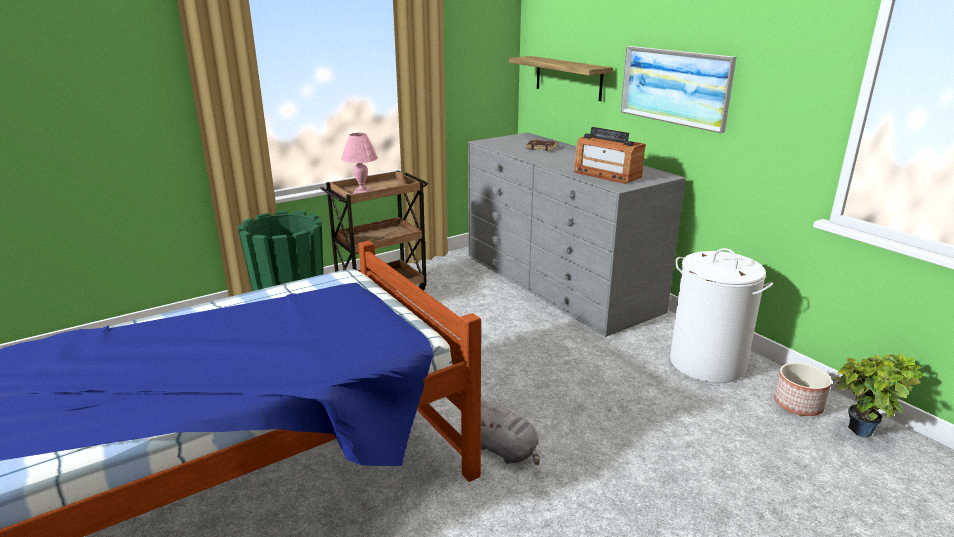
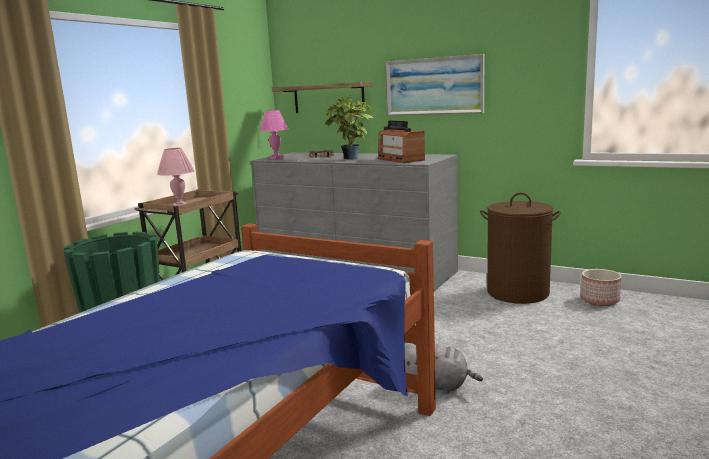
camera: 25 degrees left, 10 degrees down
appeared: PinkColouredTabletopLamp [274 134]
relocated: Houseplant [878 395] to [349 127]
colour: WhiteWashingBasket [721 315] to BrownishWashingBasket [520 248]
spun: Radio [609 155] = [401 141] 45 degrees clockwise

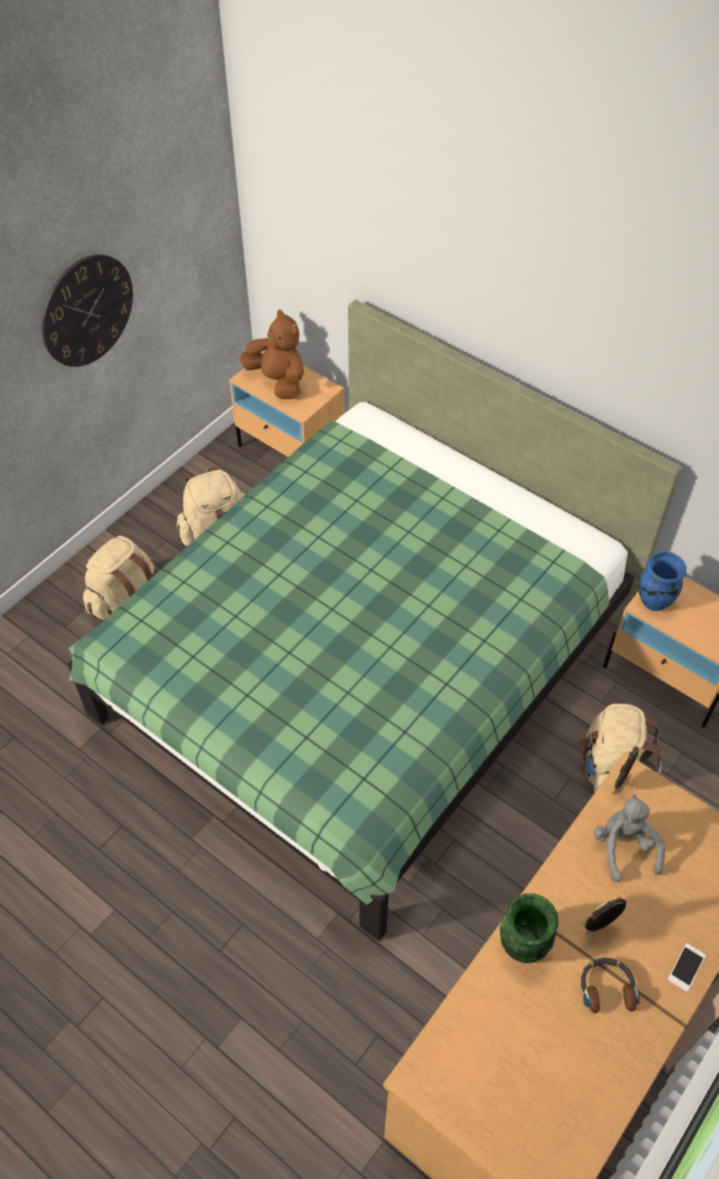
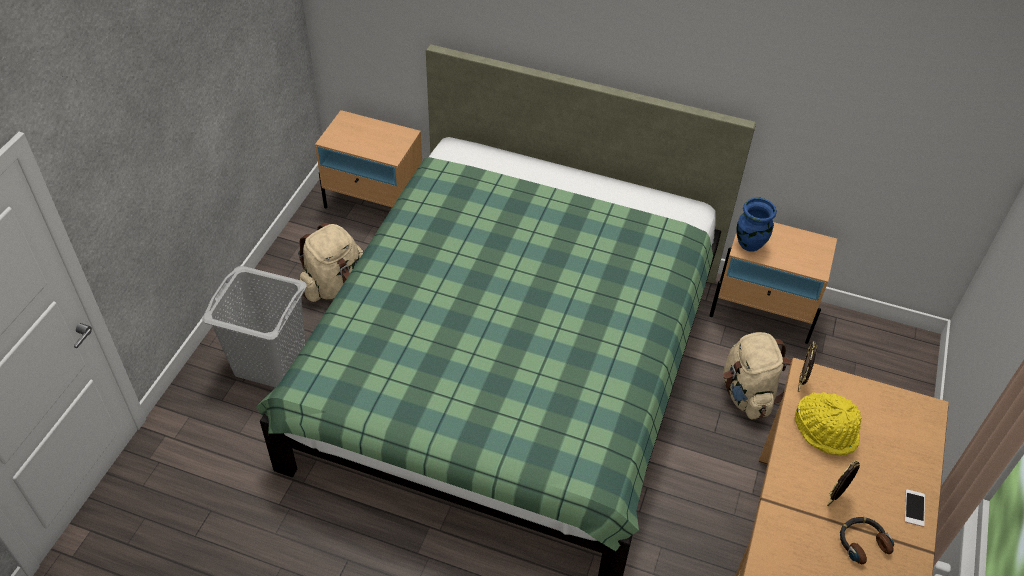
camera: 20 degrees left, 5 degrees down
missing: ClockOnTheWall [87 310]; BrownishCuddlyToy [272 354]; GreenishVase [529 928]
exchanged: SandColouredKnapsack [118 578] to GrayWashingBasket [254 326]; GrayCuddlyToy [629 838] to YellowColouredClothingHat [828 423]

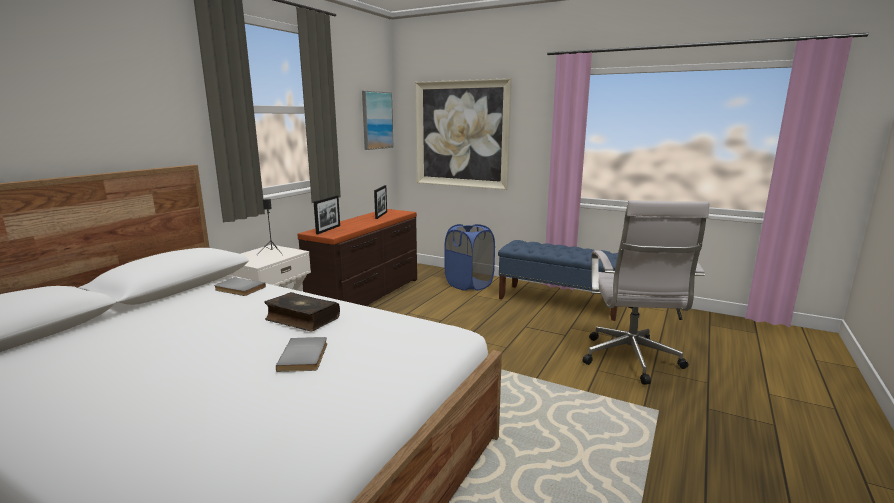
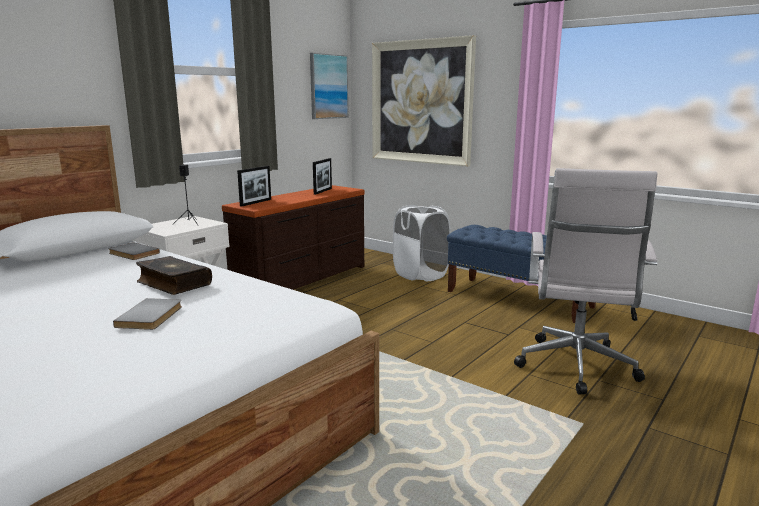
camera: 10 degrees right, 0 degrees up
colour: BluishWashingBasket [469 257] to WhiteWashingBasket [422 243]

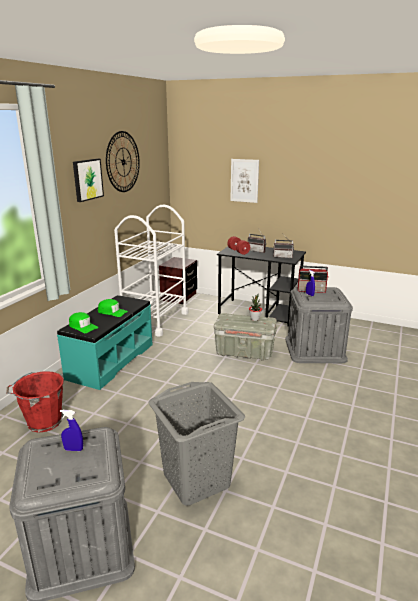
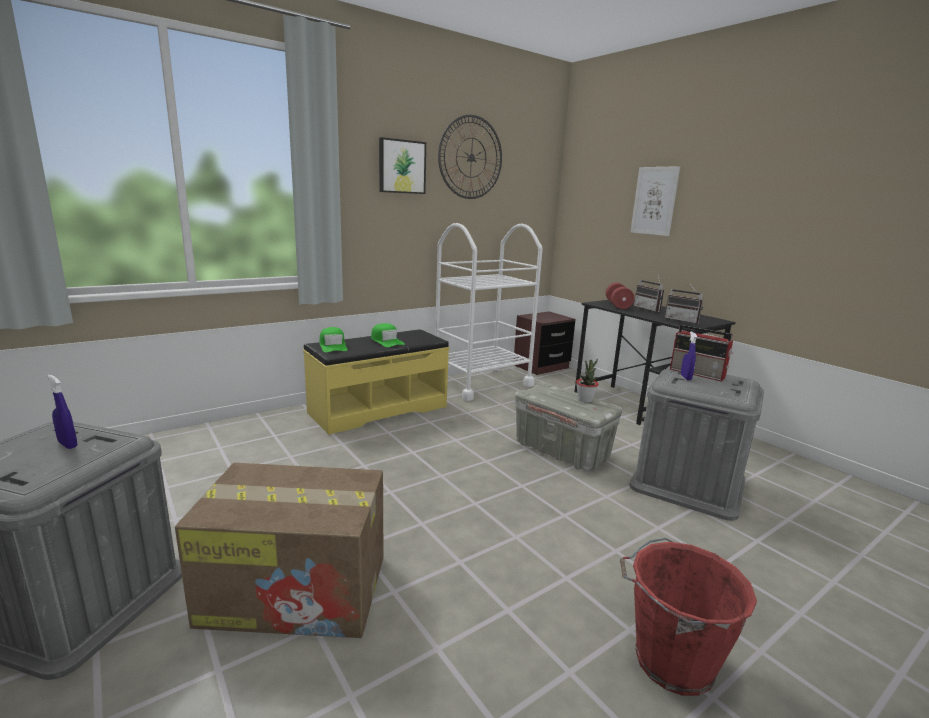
camera: 30 degrees right, 5 degrees down
relocated: ReddishWaterBucket [35 402] to [688 617]
exchanged: GrayWashingBasket [197 444] to CardboardBox [279 550]
colour: BlueGreenBench [105 342] to YellowColouredBench [376 382]

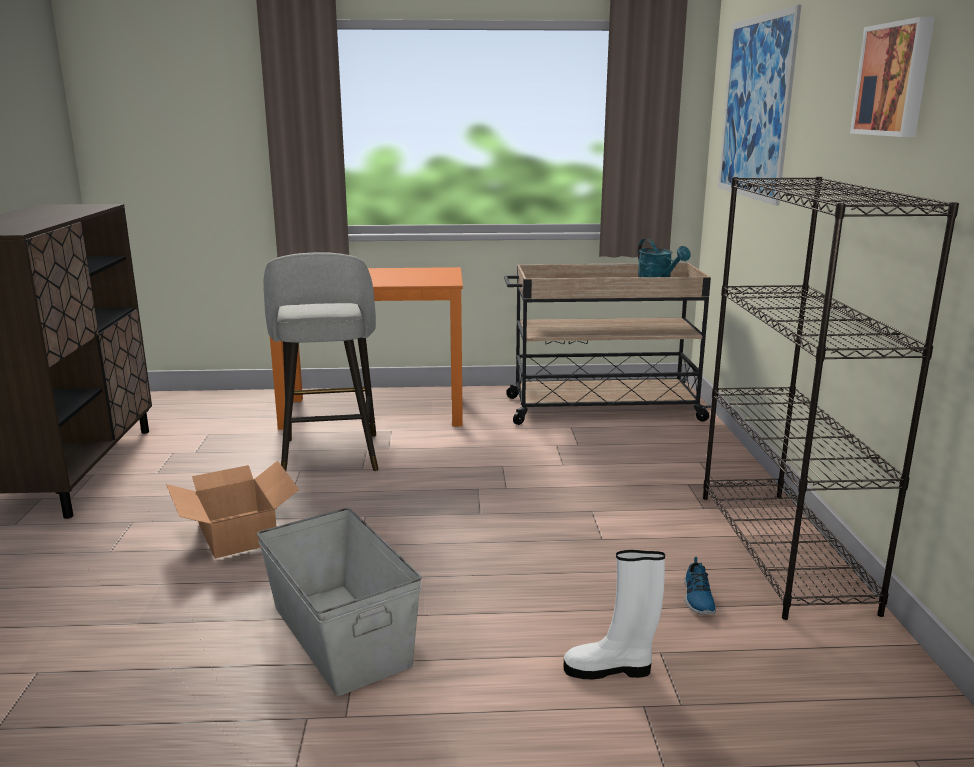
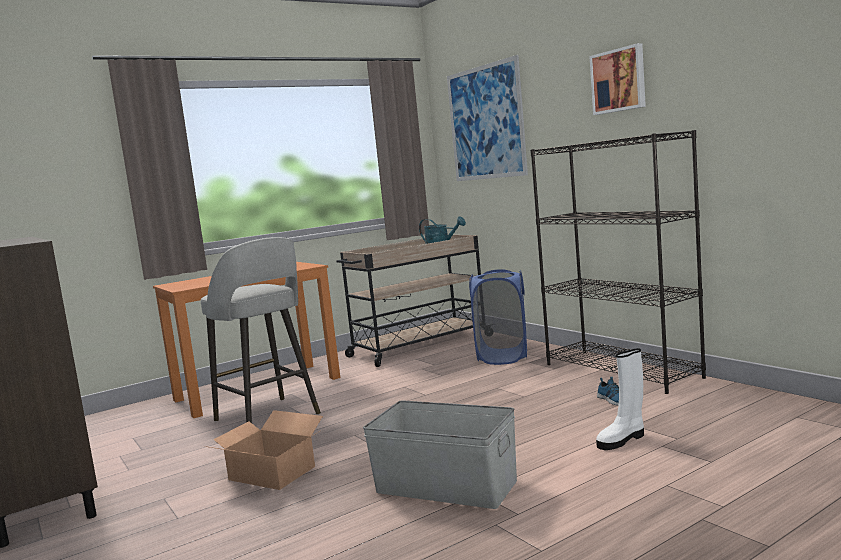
camera: 30 degrees left, 10 degrees down
appeared: BluishWashingBasket [498 317]

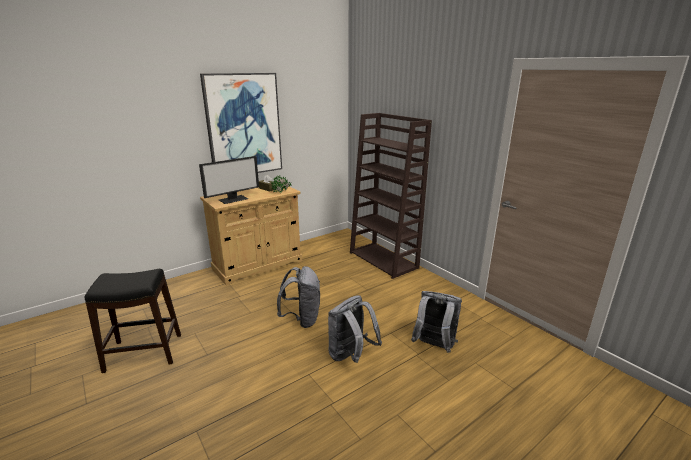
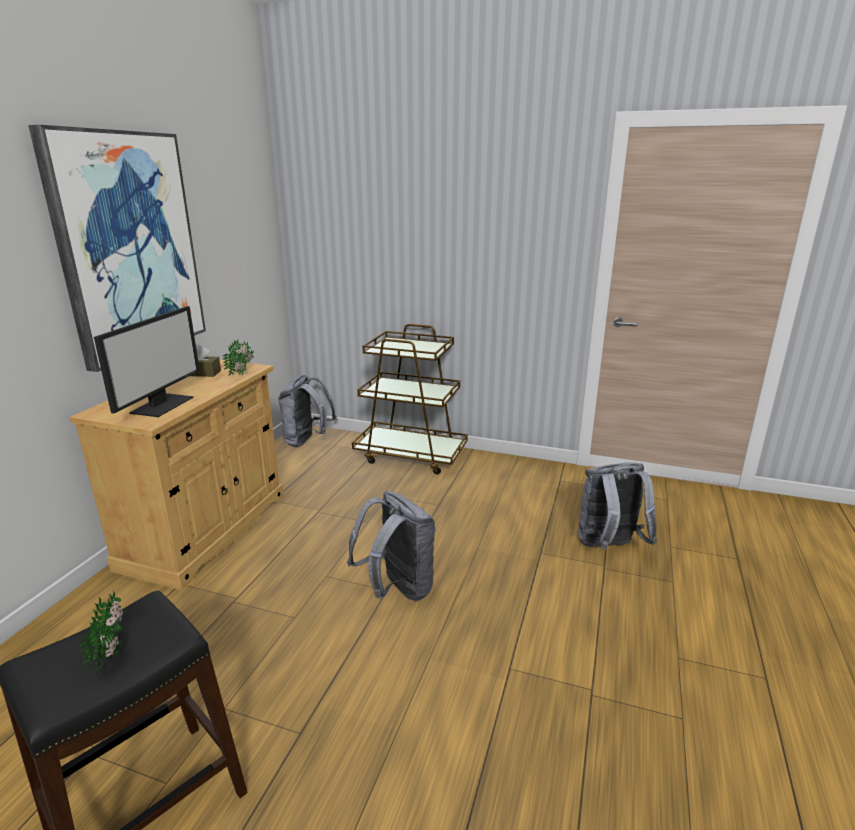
camera: 35 degrees left, 0 degrees up
appeared: Houseplant [101 631]
relocated: GrayKnapsack [355 329] to [307 411]
exchanged: BrownishBookcase [391 196] to BrownishTrolley [410 399]

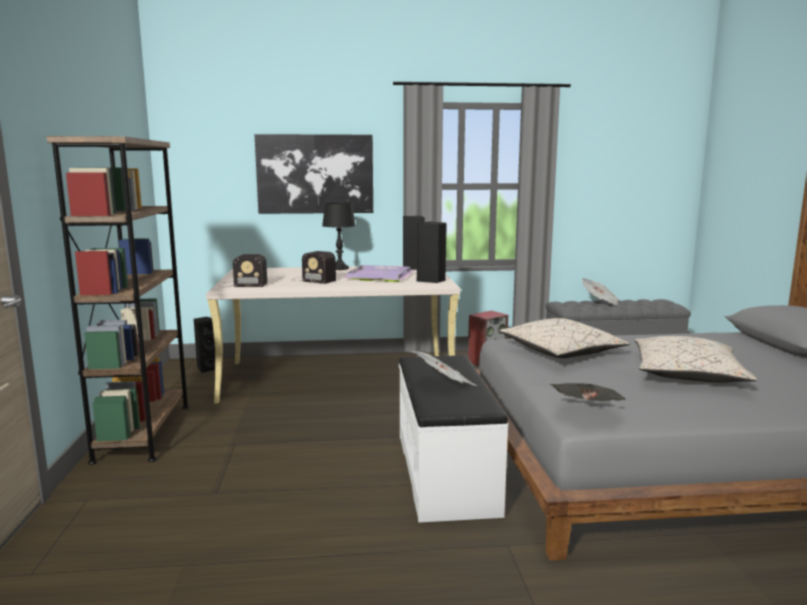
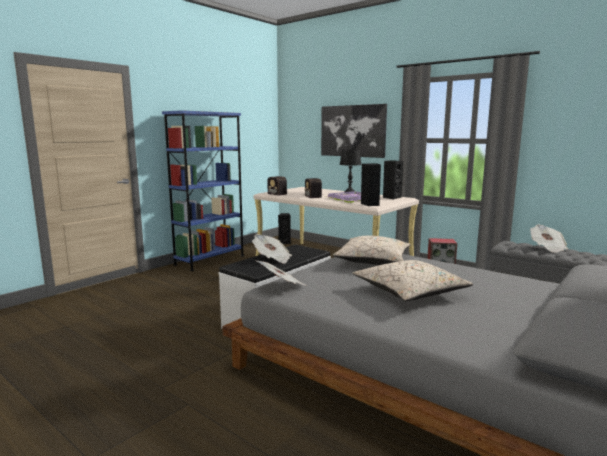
camera: 45 degrees right, 0 degrees up
colour: BrownishBookcase [118 300] to BluishBookcase [203 190]

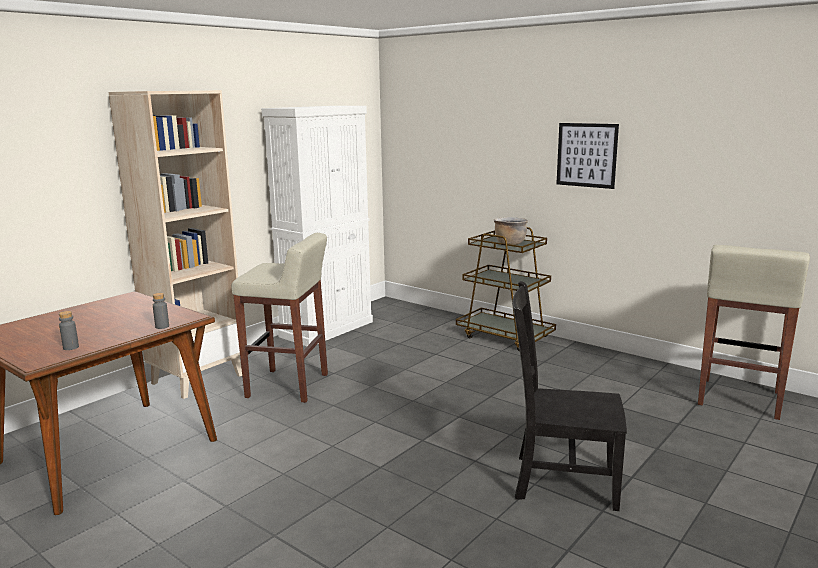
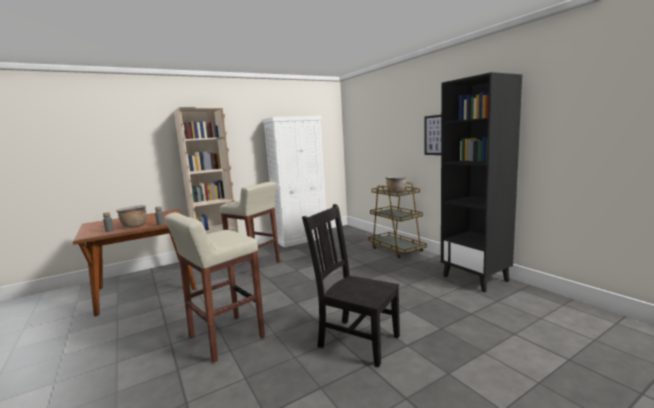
camera: 20 degrees right, 5 degrees down
appeared: BlackColouredBookcase [481 182]; BrownishSaucepot [131 216]
relocated: SandColouredStoolSeat [754 332] to [215 287]

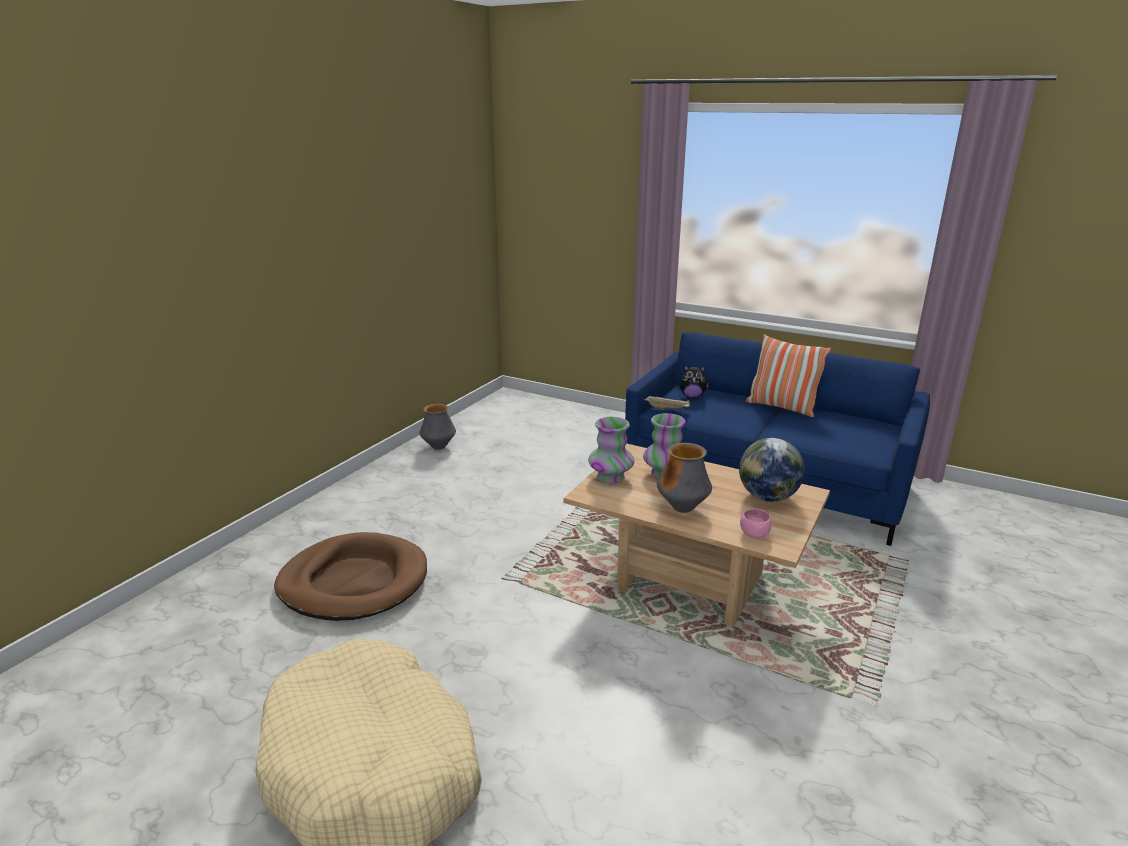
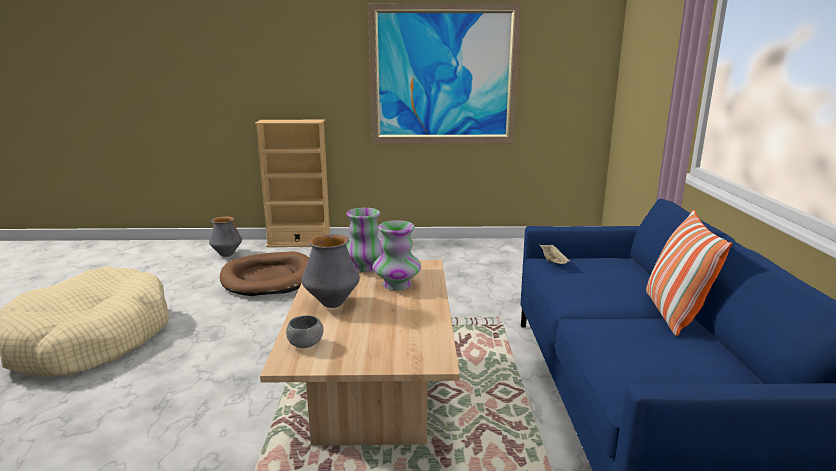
camera: 60 degrees right, 5 degrees down
missing: CuddlyToy [694 381]; Globe [772 470]
appeared: WallPicture [445 73]; SandColouredBookcase [292 183]
relocated: Vase [437 427] to [225 236]
colour: PinkColouredBowl [756 523] to GrayBowl [304 332]

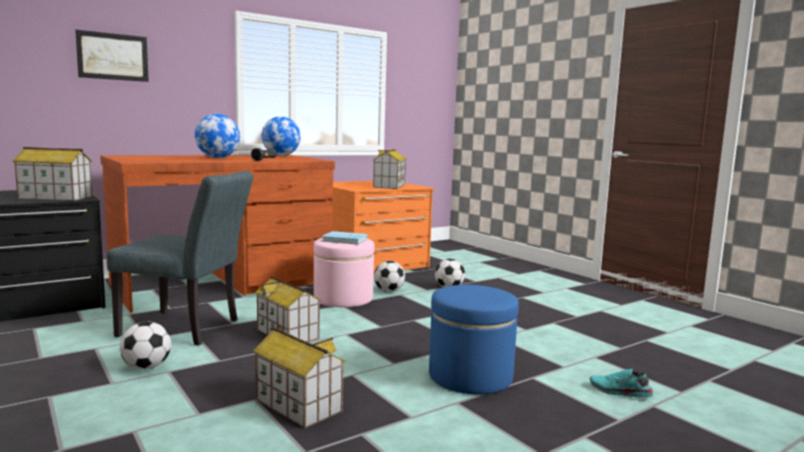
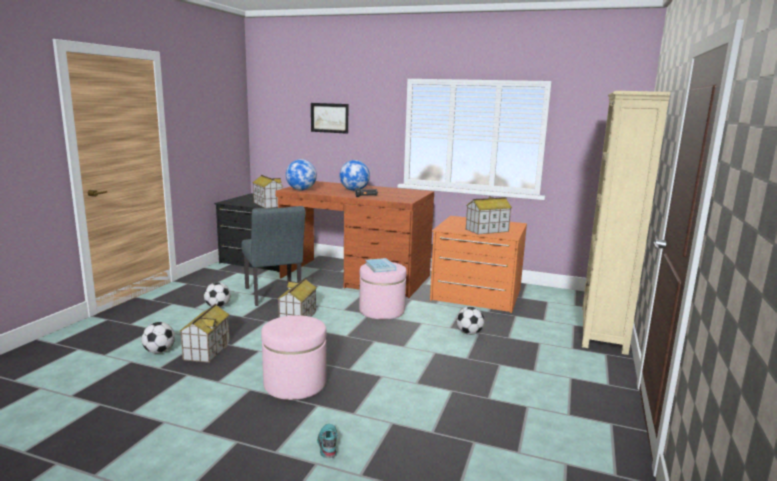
camera: 55 degrees right, 5 degrees up
appeared: SandColouredBookcase [626 223]
relocated: Globe [281 136] to [301 174]; Football [389 276] to [158 338]
colour: BluishFootrest [474 340] to PinkColouredFootrest [293 357]

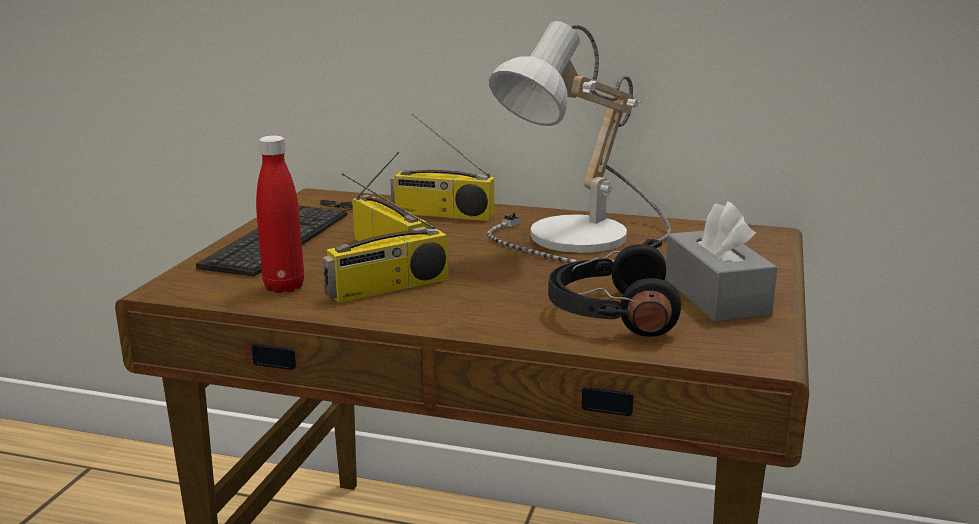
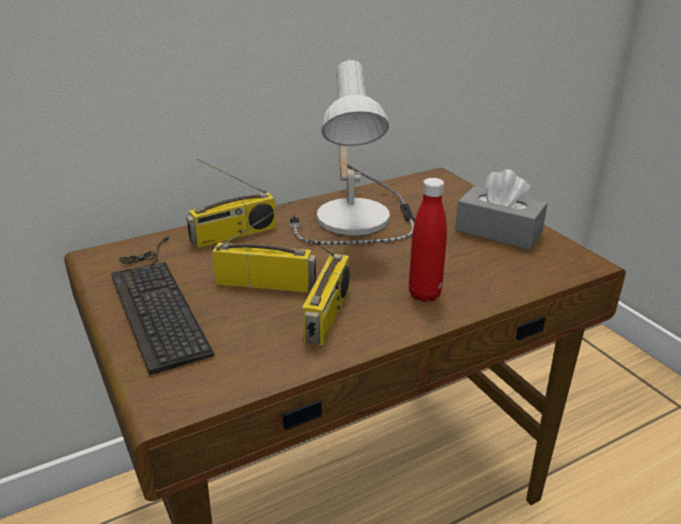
camera: 45 degrees left, 10 degrees up
missing: BlackColouredPairOfHeadphones [614 290]
relocated: ReddishBeverageBottle [280 214] to [428 240]

